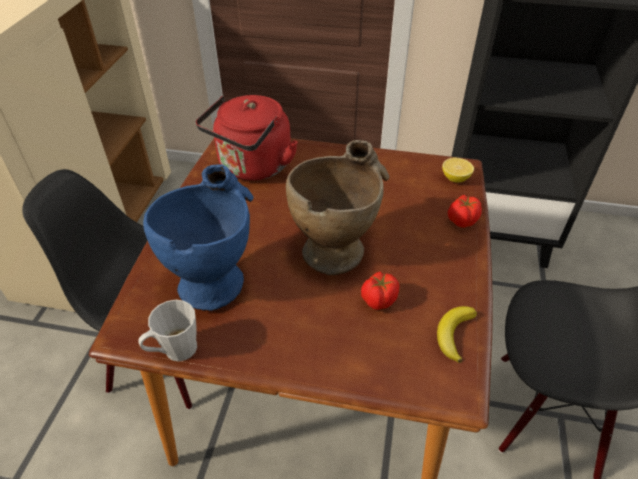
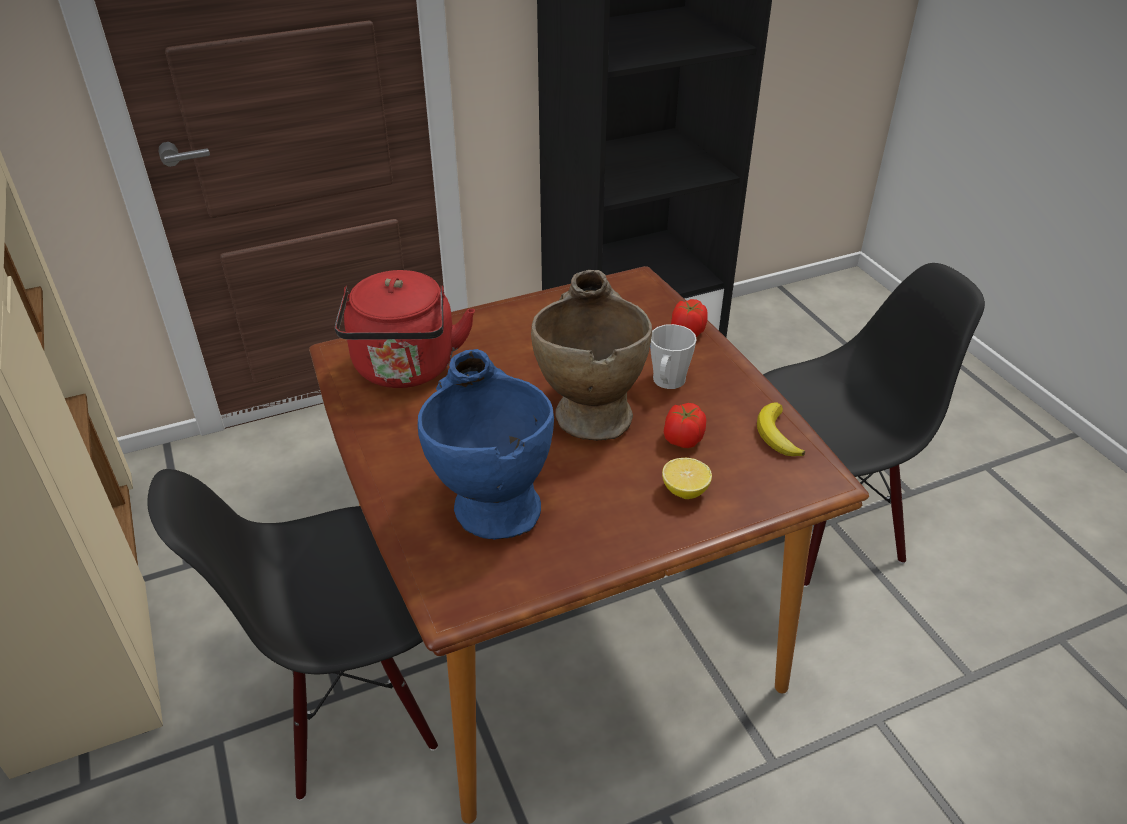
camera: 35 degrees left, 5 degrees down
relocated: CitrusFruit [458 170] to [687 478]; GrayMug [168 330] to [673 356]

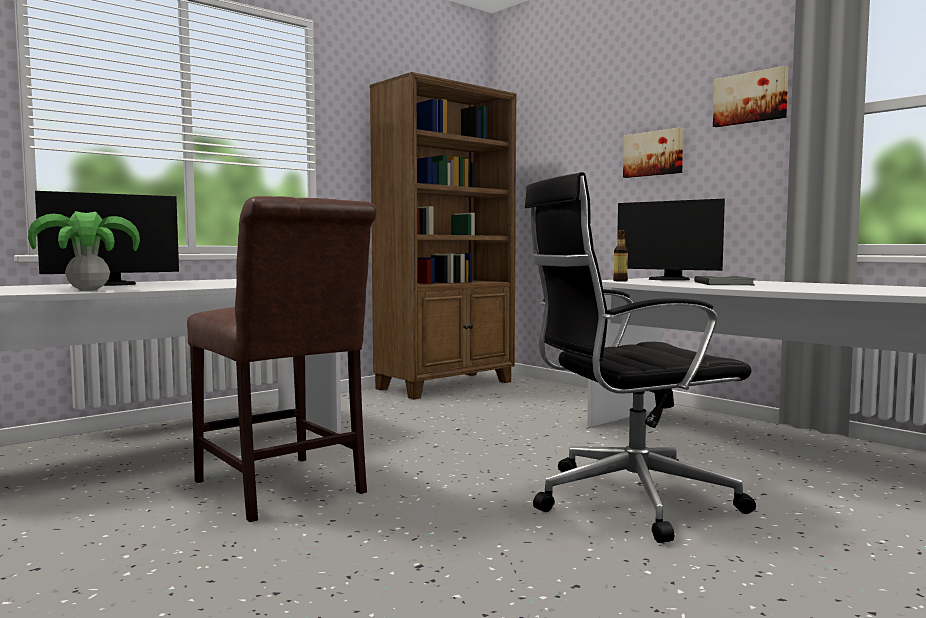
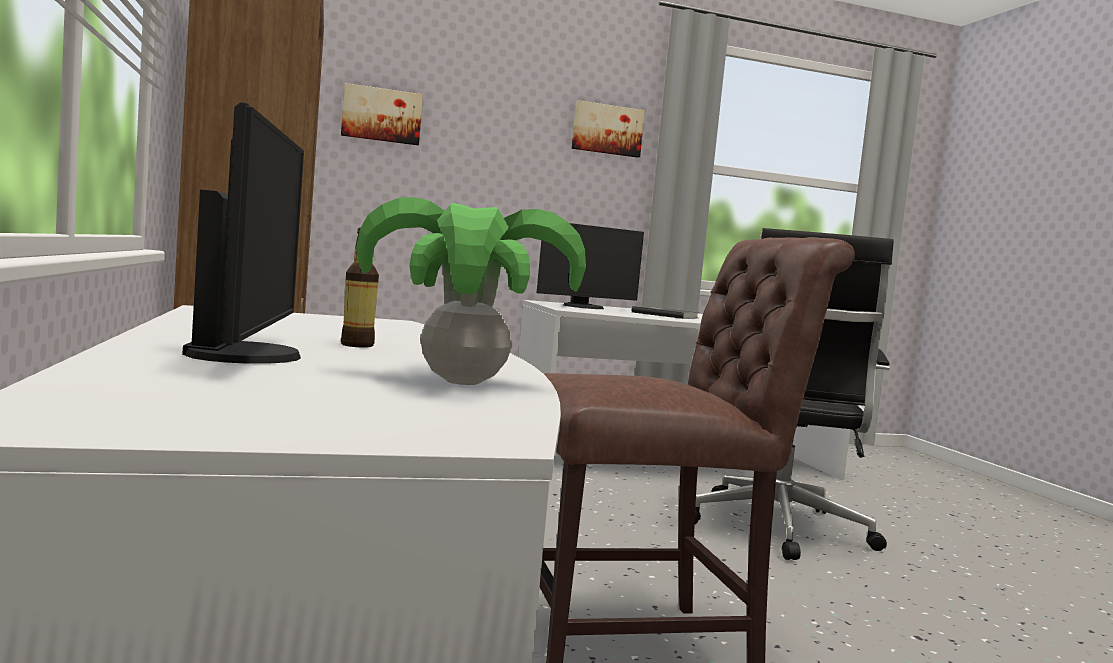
camera: 65 degrees left, 0 degrees up
relocated: WallPicture [653 152] to [382 114]; BeverageBottle [620 256] to [360 287]

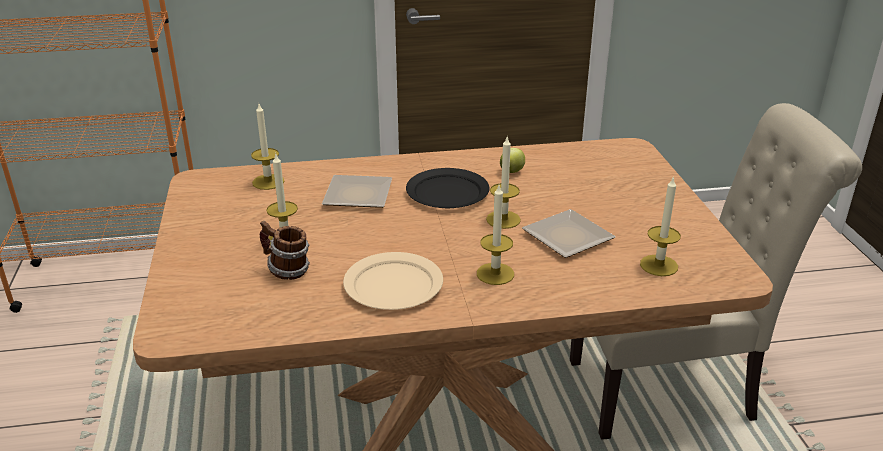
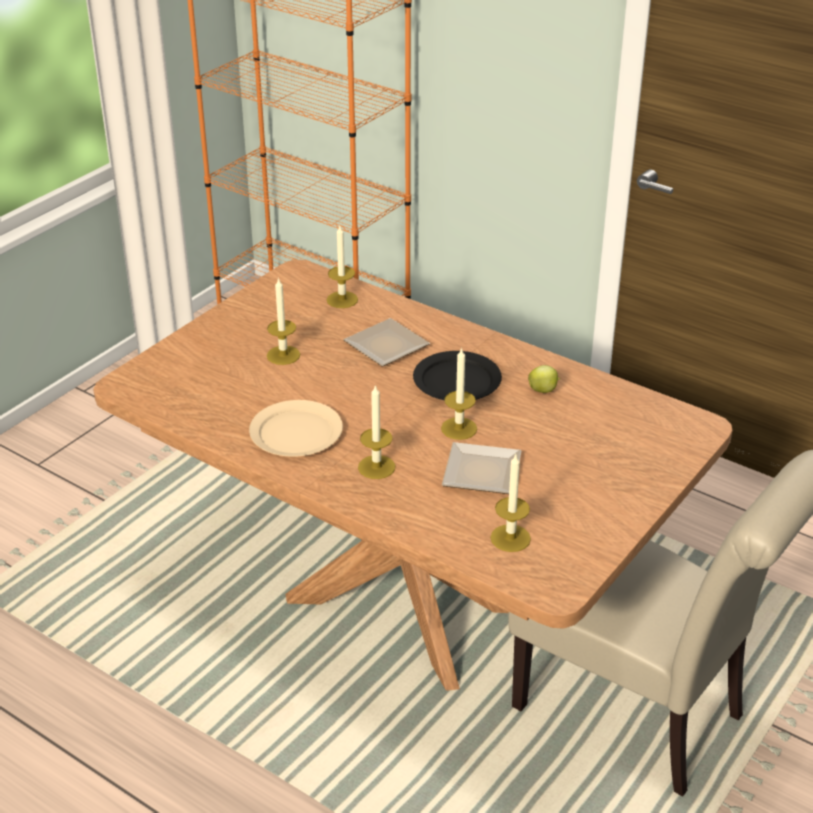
camera: 45 degrees right, 5 degrees up
missing: Mug [284 250]

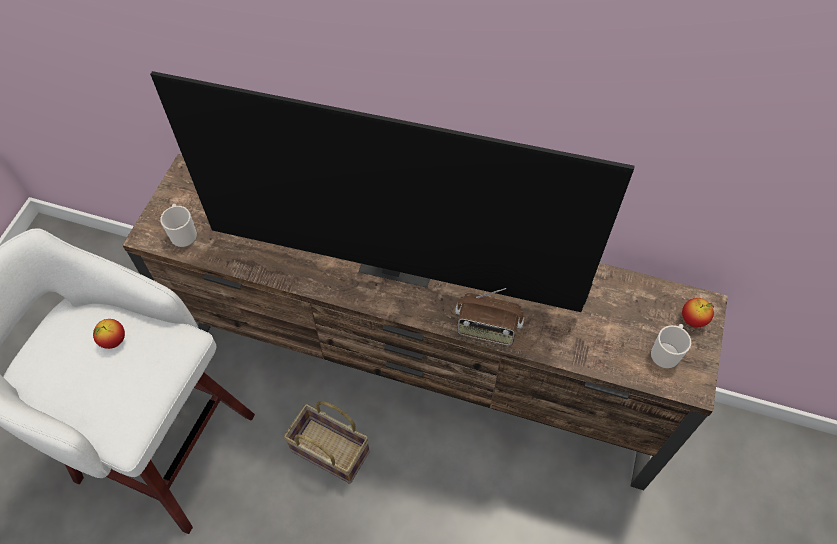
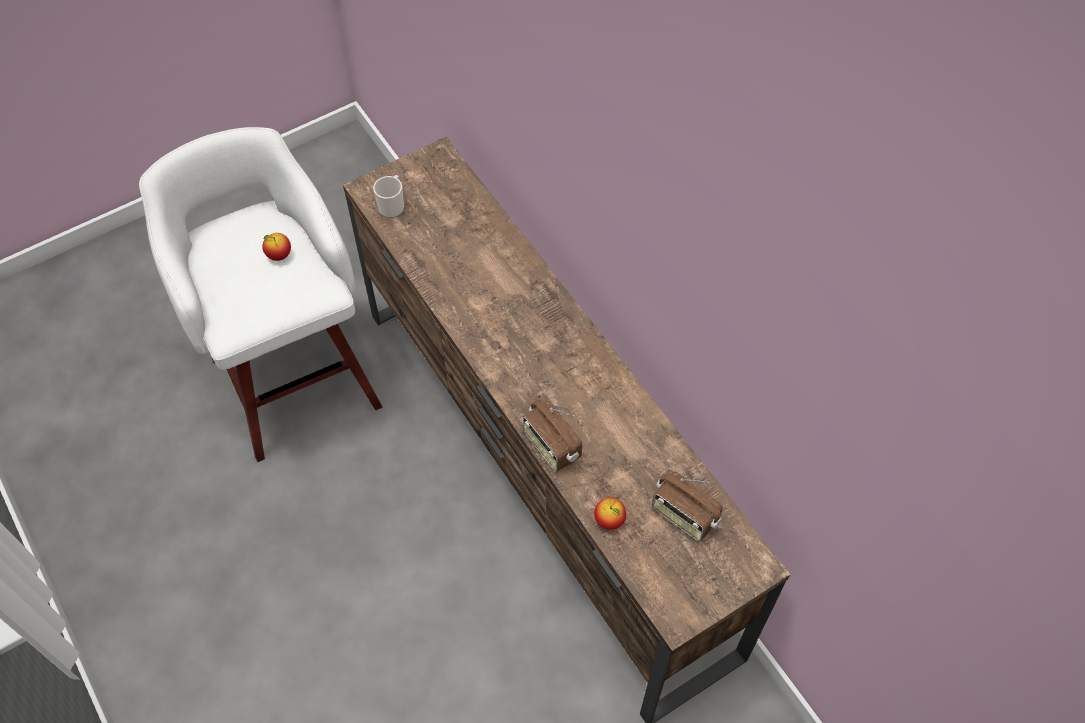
camera: 40 degrees right, 0 degrees up
missing: TvSet [392 191]; Mug [671 346]; StorageBasket [327 442]
appeared: Radio [687 506]
relocated: AppleFruit [698 312] to [610 513]

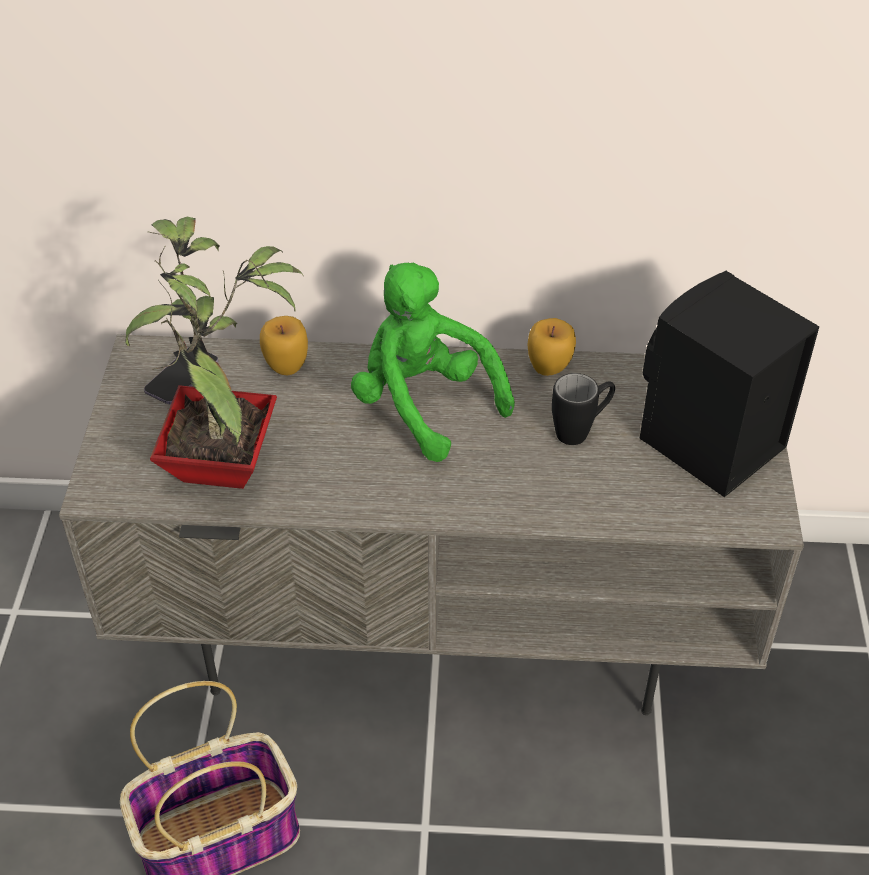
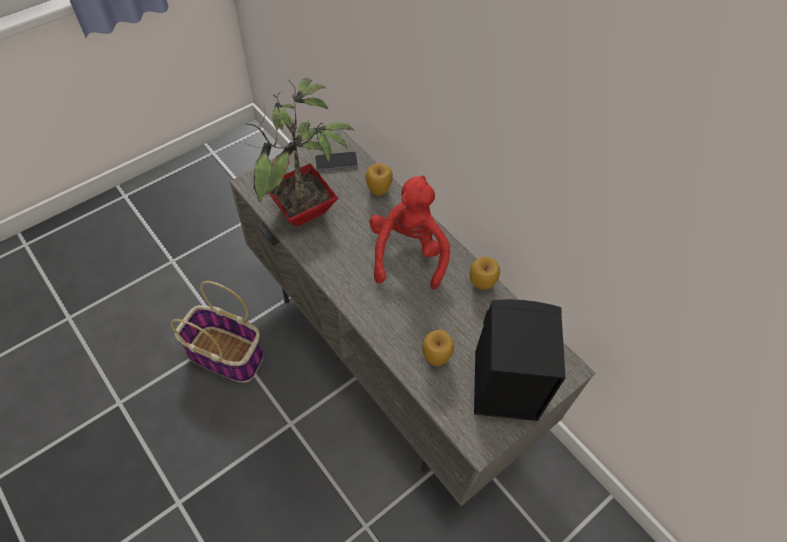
camera: 45 degrees right, 10 degrees up
missing: BlackColouredMug [583 409]
appeared: AppleFruit [438 348]
colour: GreenishCuddlyToy [433 362] to ReddishCuddlyToy [409 232]

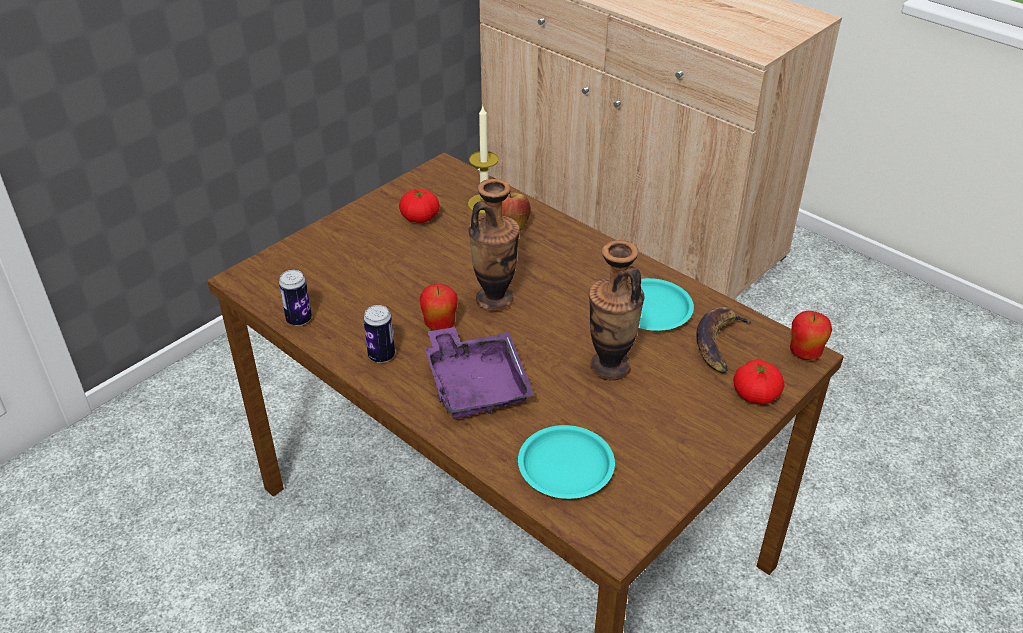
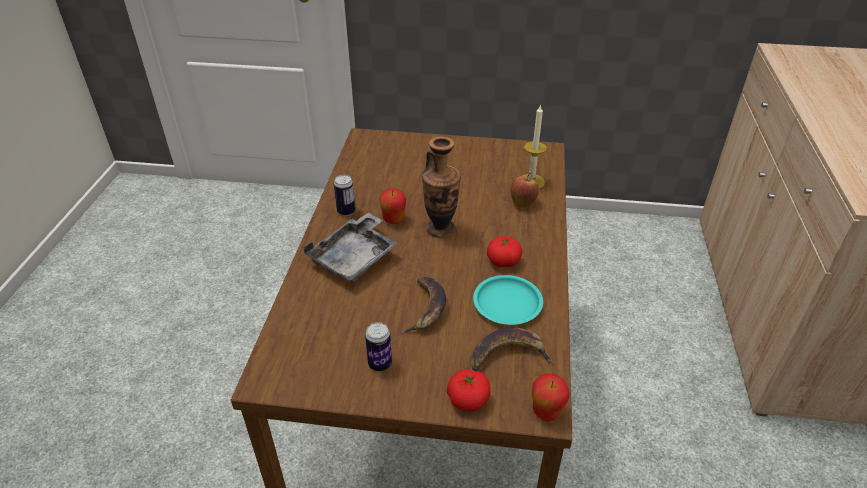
camera: 55 degrees right, 0 degrees up
missing: BlueGreenFlatDish [566 462]
relocated: FreshTomato [419 206] to [504 251]; Can [295 298] to [378 346]
exchanged: Vase [616 310] to Banana [423 305]
colour: PurplishTray [480 373] to GrayTray [350 247]

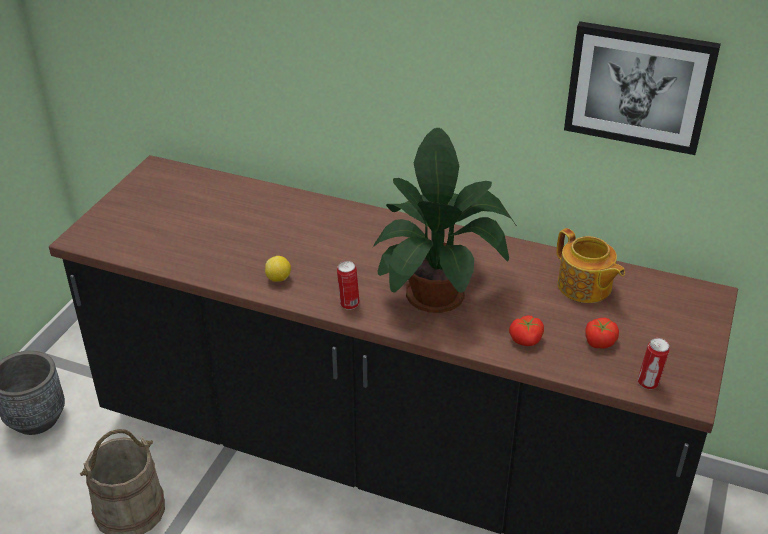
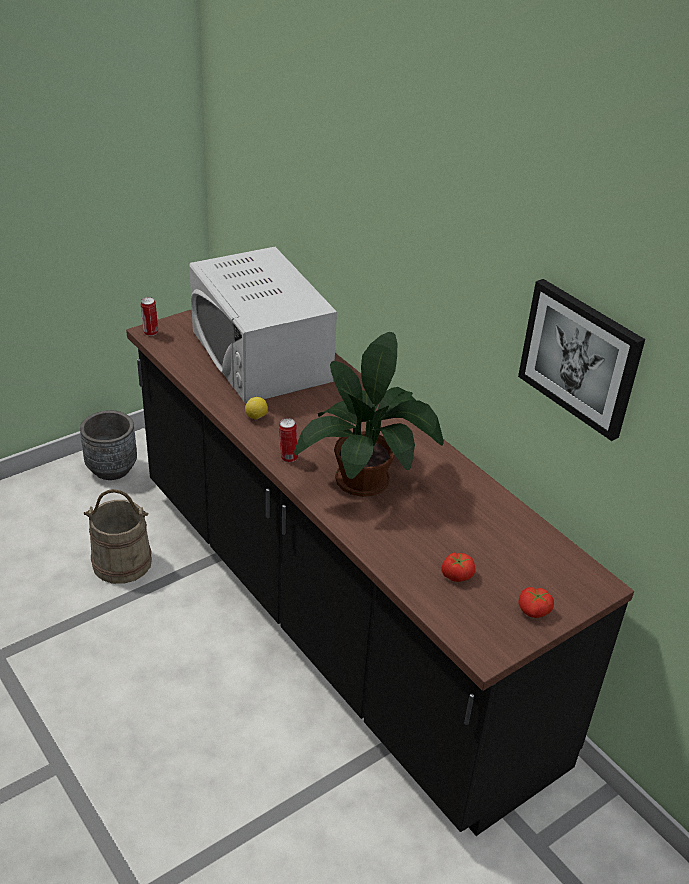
camera: 30 degrees right, 0 degrees up
missing: PotForTea [590 265]
appeared: WhiteMicrowave [263 325]
relocated: FreshTomato [526 330] to [536 602]; Can [654 364] to [149 316]

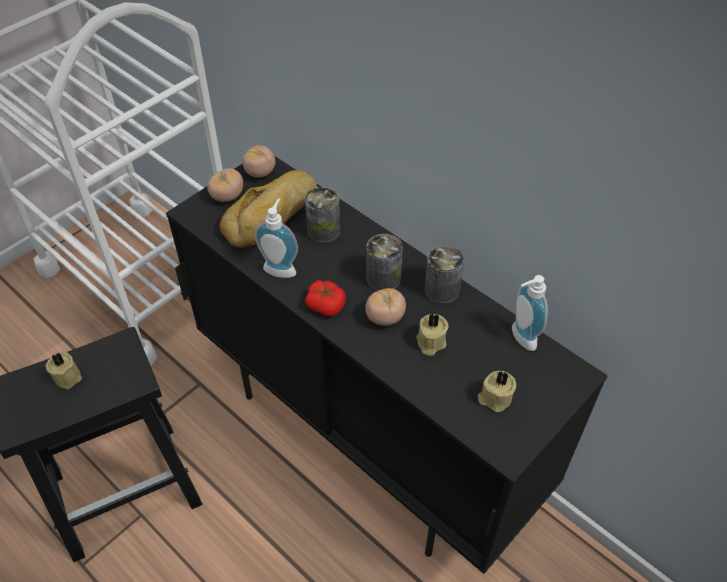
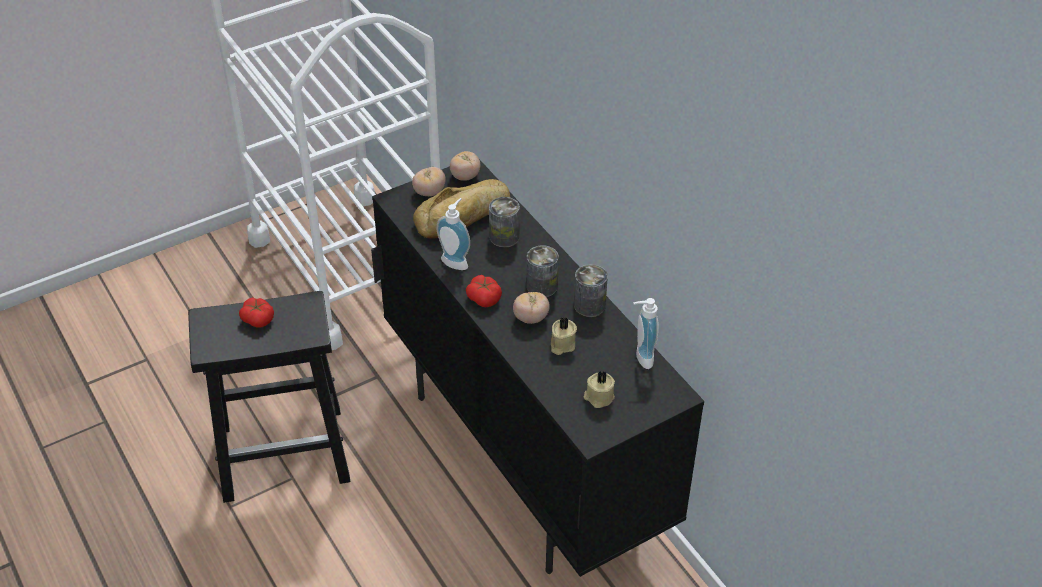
camera: 15 degrees right, 5 degrees down
exchanged: SandColouredWaxCandle [64 370] to FreshTomato [256 312]

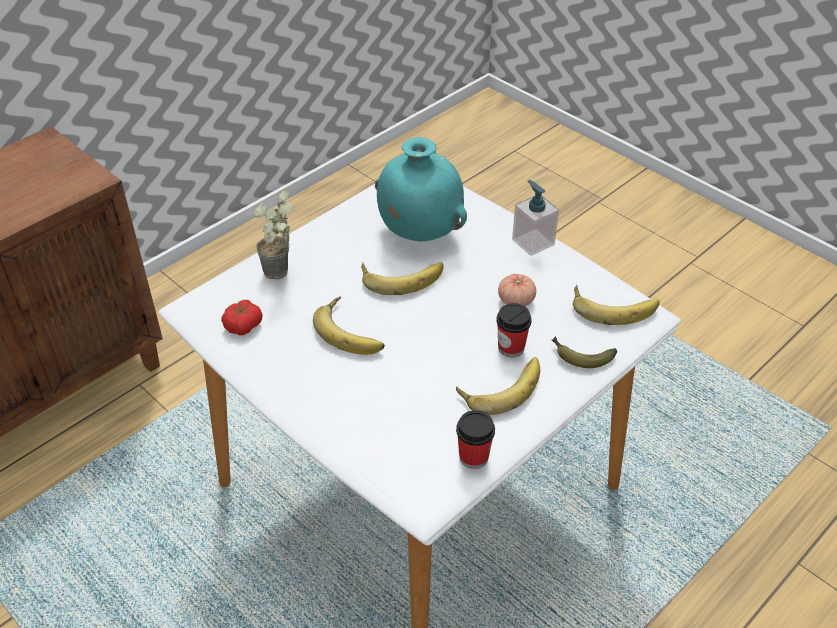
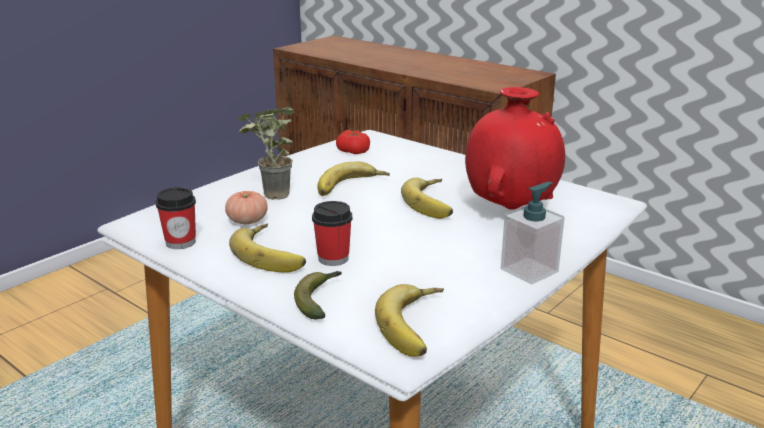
camera: 85 degrees right, 20 degrees down
relocated: Houseplant [272 234] to [266 153]; FreshTomato [517 290] to [246 207]
colour: BlueGreenVase [421 189] to ReddishVase [515 148]

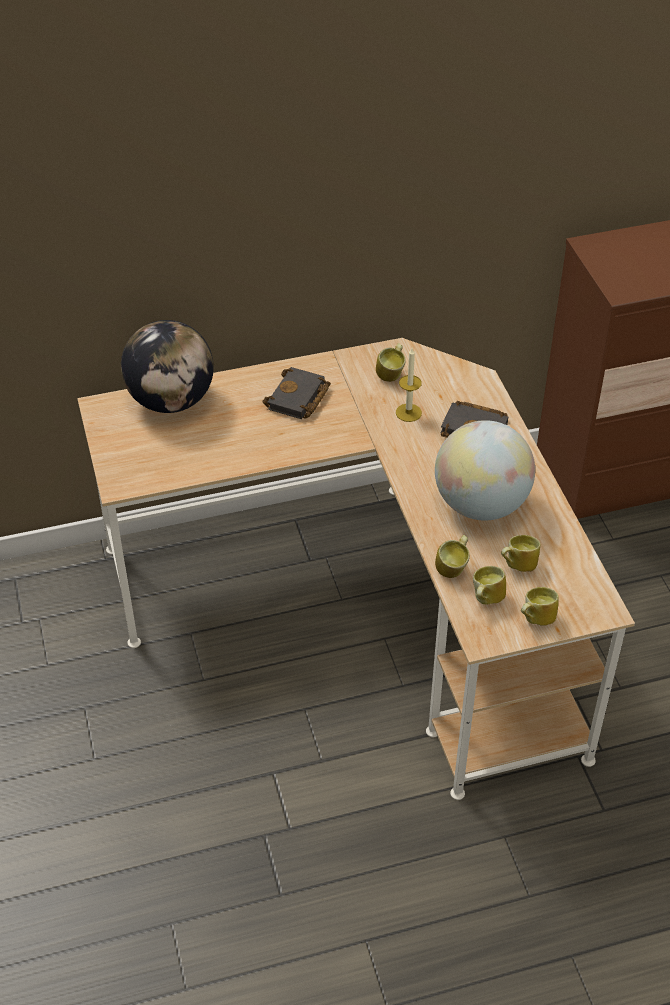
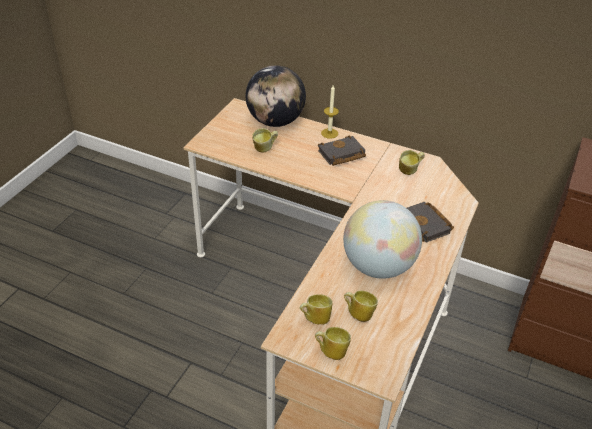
camera: 40 degrees right, 5 degrees down
relocated: WaxCandle [409 385] to [330 112]; Mug [452 556] to [265 140]

